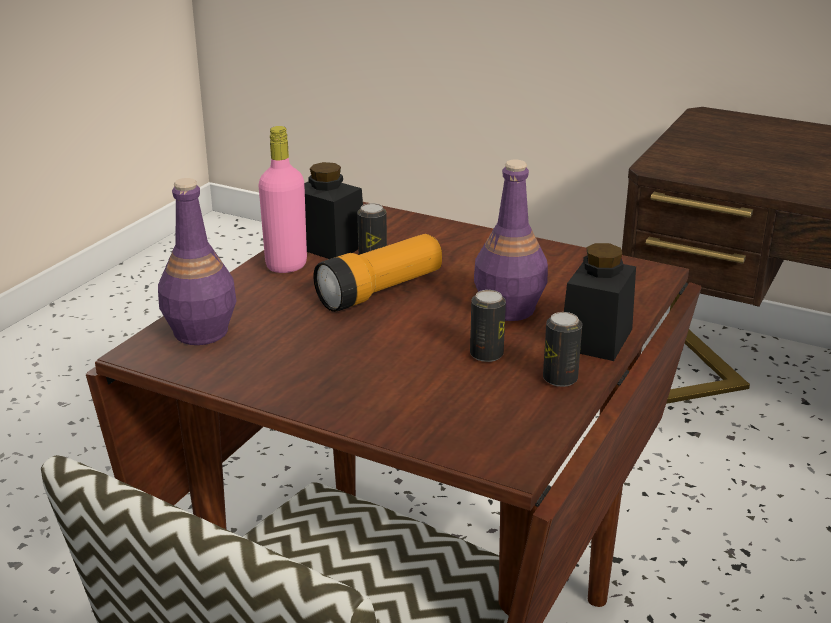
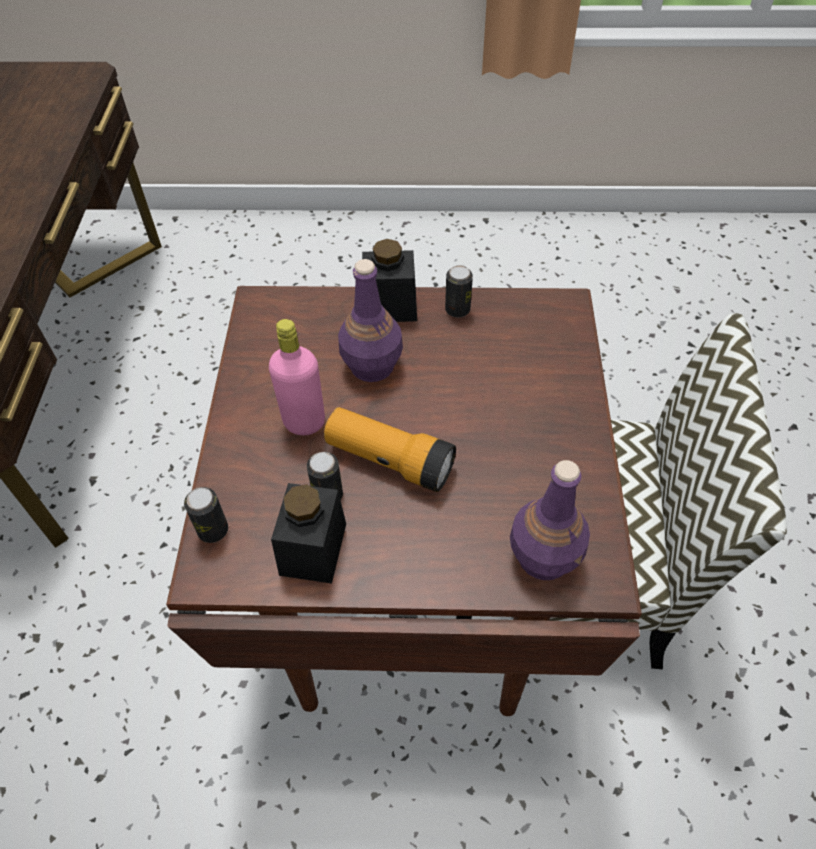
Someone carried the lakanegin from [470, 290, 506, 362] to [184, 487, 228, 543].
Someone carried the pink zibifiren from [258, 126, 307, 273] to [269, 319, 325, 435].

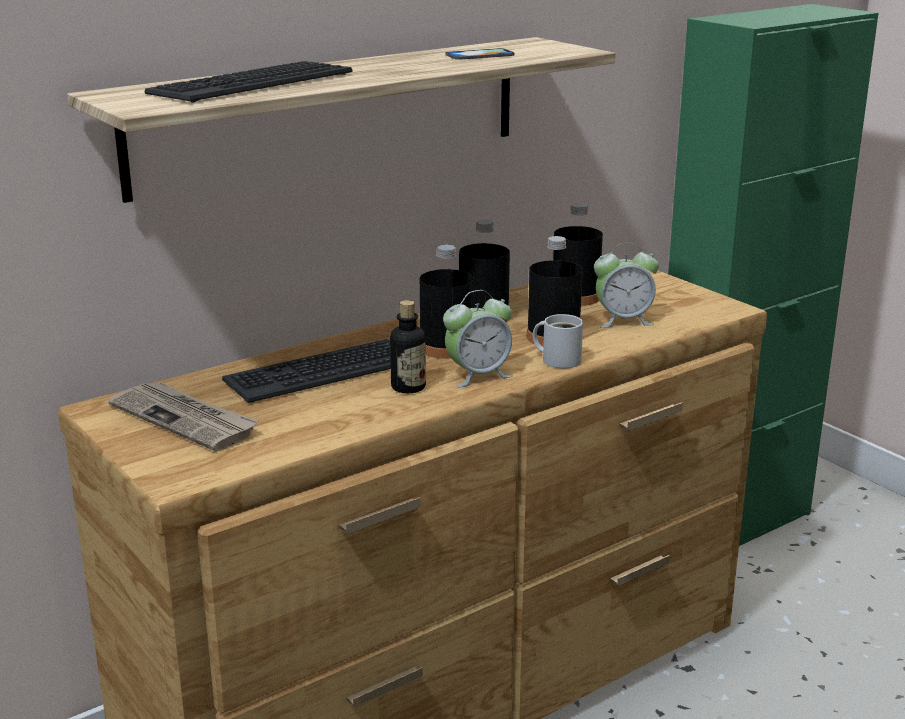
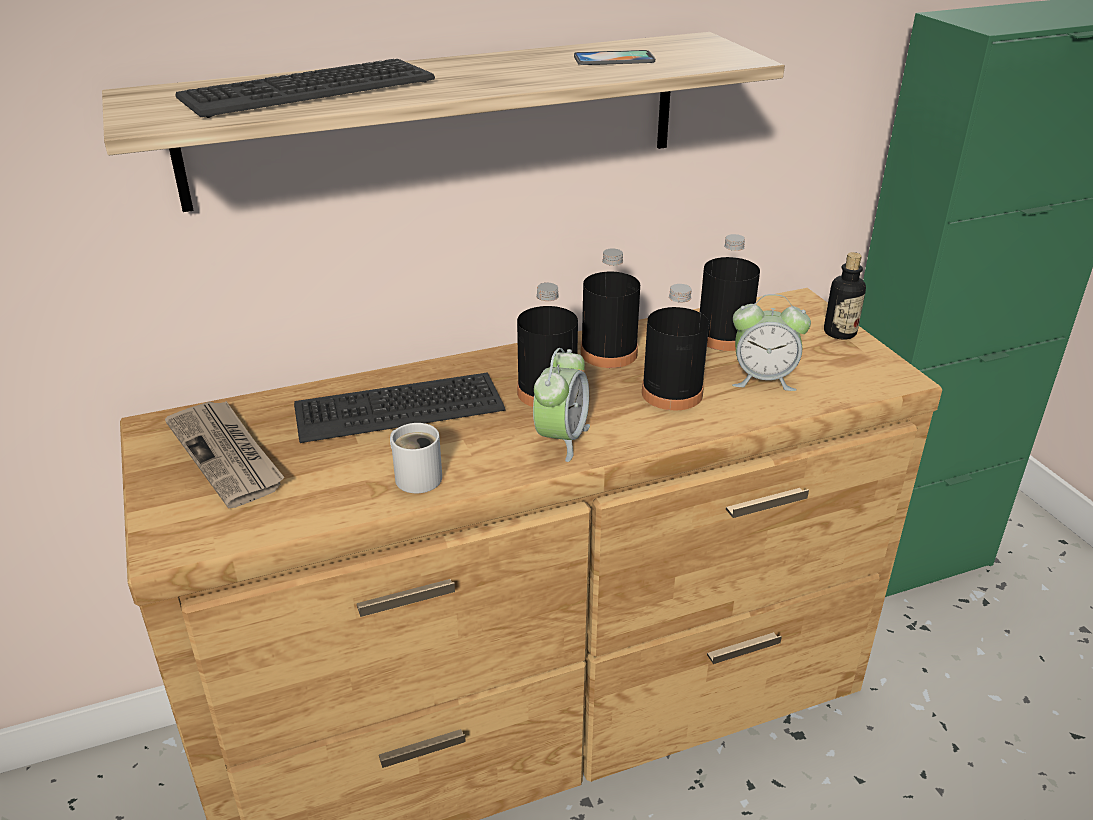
Someone carried the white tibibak from [533, 314, 583, 368] to [390, 423, 442, 493].
Someone rotated the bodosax at [443, 290, 512, 387] by 60 degrees counterclockwise.
Someone carried the zibifiren from [390, 300, 426, 393] to [824, 252, 866, 340].

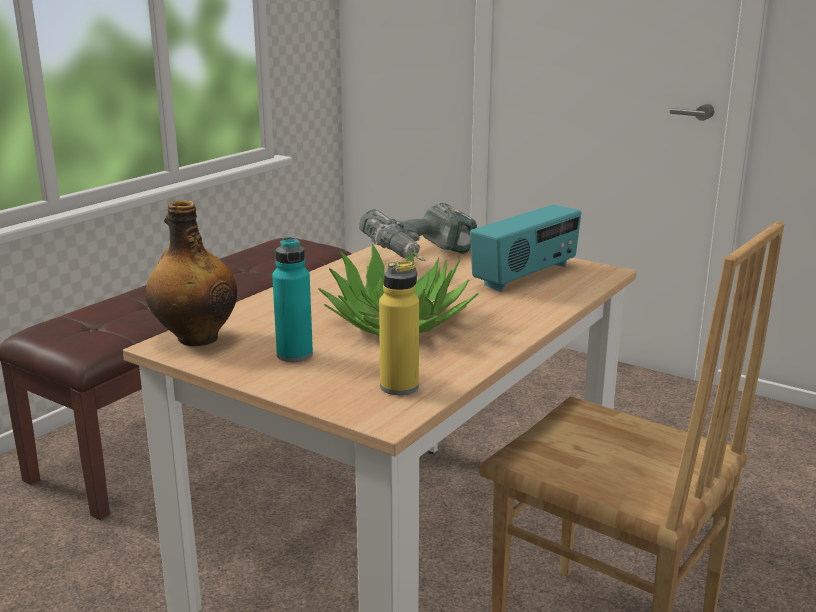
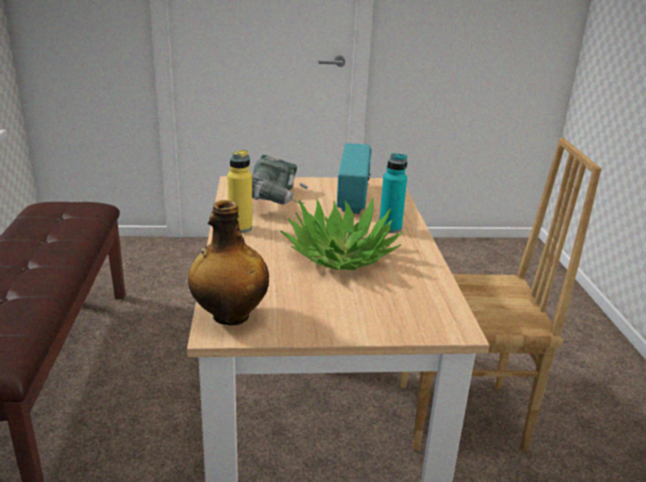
Someone carried the yellow zibifiren from [379, 261, 419, 395] to [227, 150, 252, 233].
Someone carried the turquoise zibifiren from [272, 237, 313, 362] to [379, 153, 407, 233].

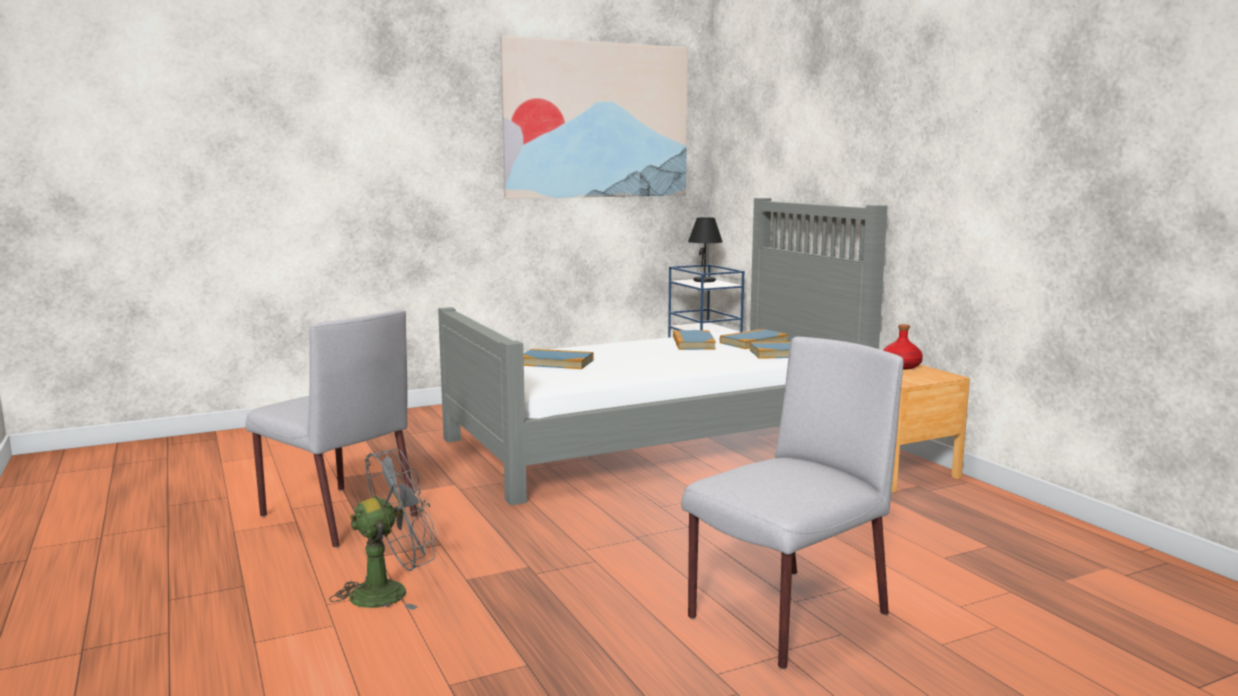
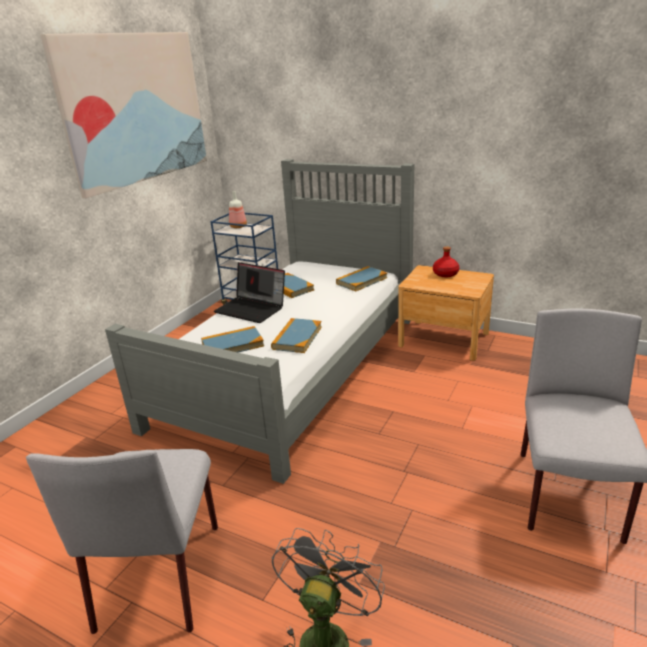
Someone rotated the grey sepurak at [246, 310, 418, 548] by 90 degrees clockwise.
Someone put down the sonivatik at [214, 262, 285, 323].
Someone swapped the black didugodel at [688, 217, 723, 282] for the zibifiren at [229, 191, 247, 228].
Someone carried the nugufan from [720, 329, 788, 349] to [271, 318, 322, 353].

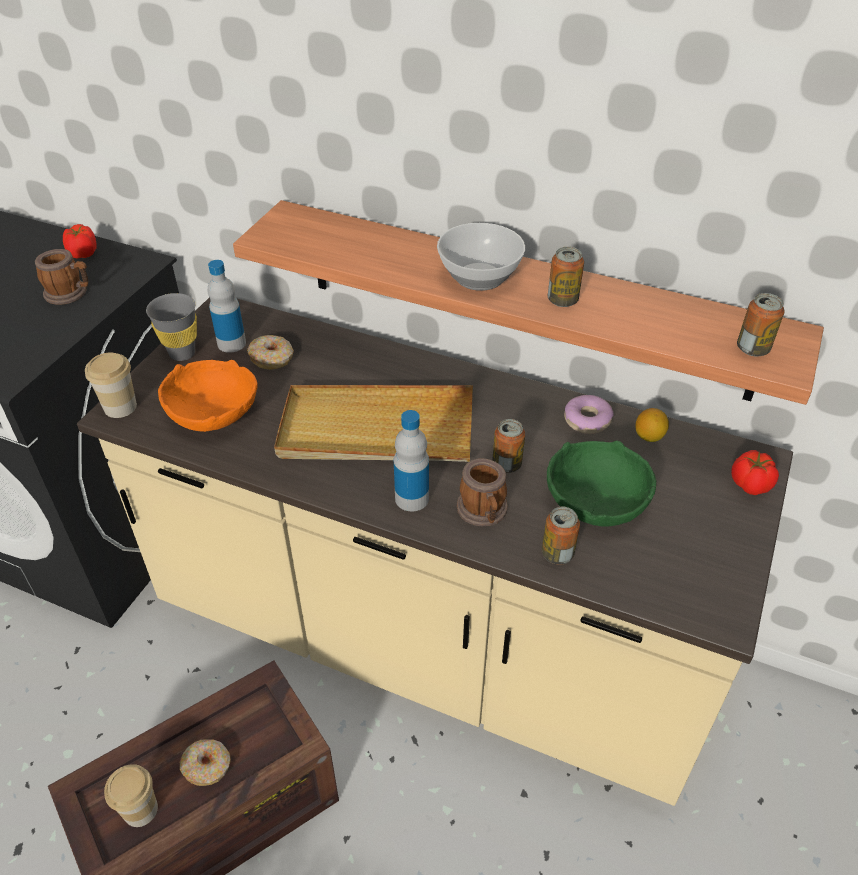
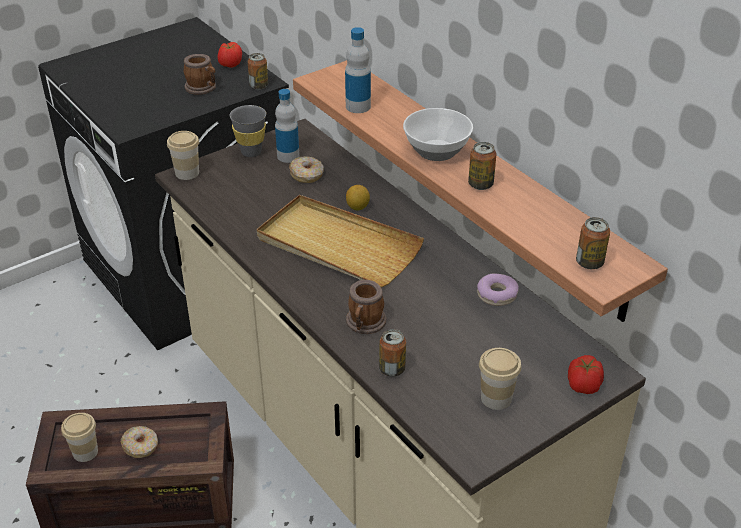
Someone carried the lakanegin from [492, 419, 525, 473] to [248, 53, 268, 90].
Someone carried the zibifiren from [394, 410, 429, 512] to [345, 27, 371, 113].
Someone carried the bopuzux from [636, 408, 669, 442] to [346, 185, 370, 210].
Someone put down the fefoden at [479, 348, 521, 410].
Someone took away the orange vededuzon at [158, 360, 258, 432].
Someone took away the green vededuzon at [547, 440, 656, 527].

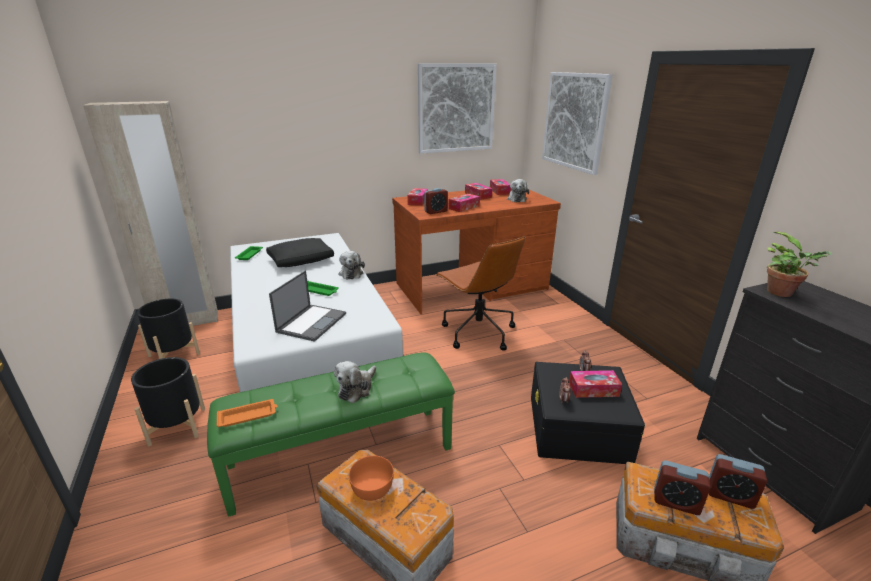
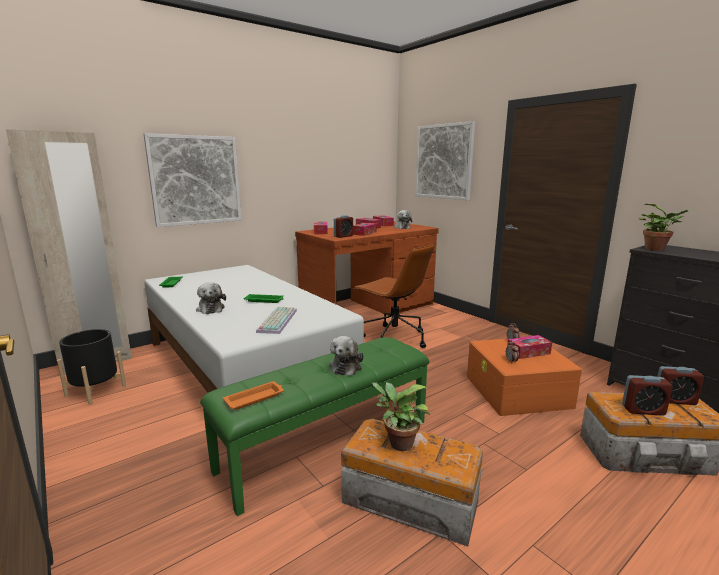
Someone carried the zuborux from [418, 63, 497, 154] to [144, 133, 242, 227].
Someone carried the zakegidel from [338, 251, 365, 279] to [196, 282, 226, 314].
Someone swapped the sonivatik at [269, 270, 346, 342] for the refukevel at [256, 307, 297, 334].
Someone swapped the orange vededuzon at [349, 456, 394, 501] for the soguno at [372, 382, 430, 451].
Someone repainted the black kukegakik at [531, 362, 645, 464], which became the orange kukegakik at [467, 339, 582, 416].
Someone took away the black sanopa at [131, 357, 205, 446].
Someone took away the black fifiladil at [266, 238, 334, 267].

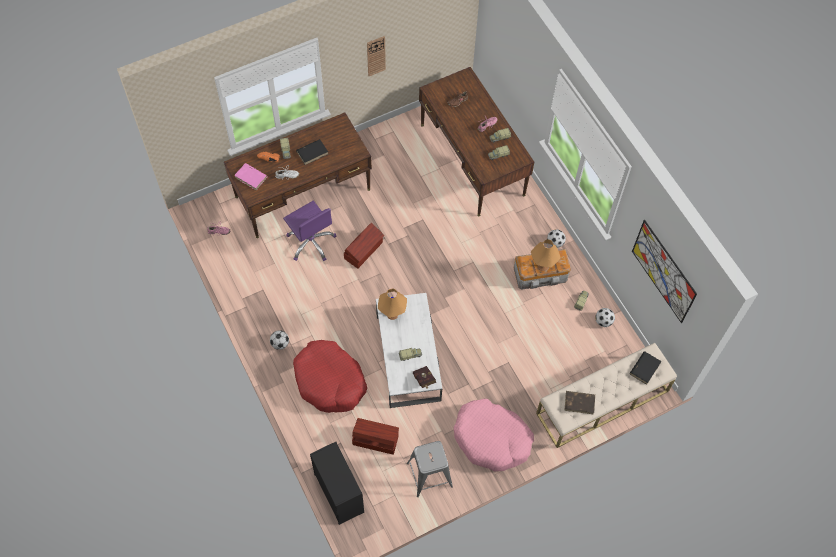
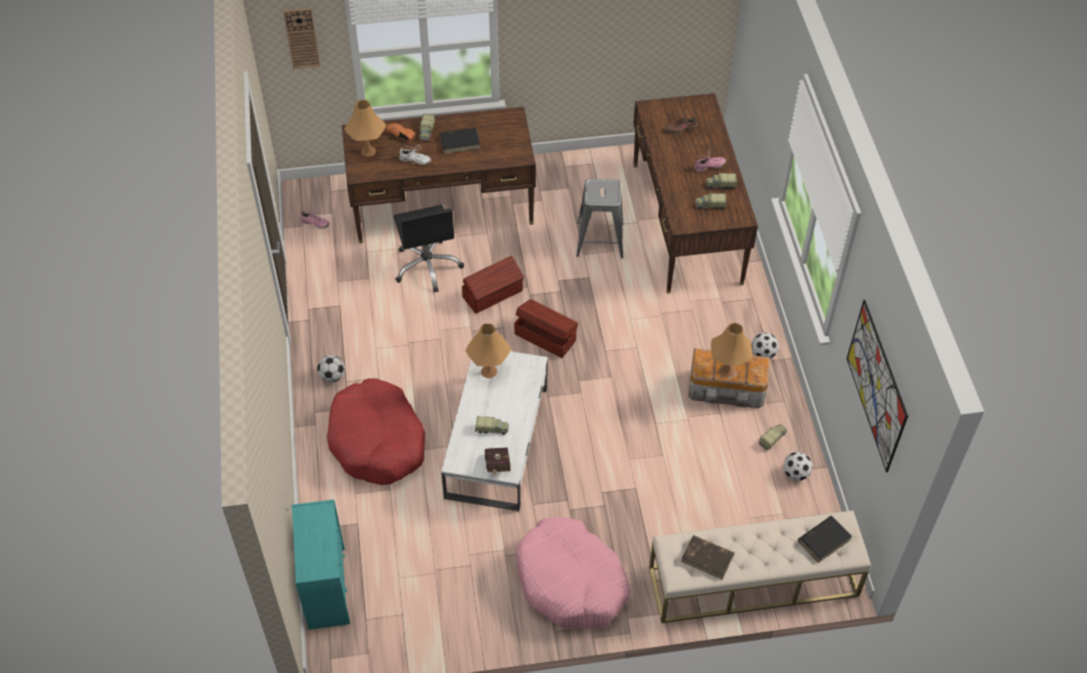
Someone carried the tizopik from [367, 36, 386, 76] to [283, 8, 320, 69].
Someone repainted the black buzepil at [310, 442, 364, 525], which became the turquoise buzepil at [291, 499, 350, 630].
Someone swapped the pink nugufan at [234, 163, 267, 190] for the orange didugodel at [344, 100, 386, 157].
Someone repainted the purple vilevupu at [283, 201, 336, 261], which became the black vilevupu at [394, 205, 464, 293].
Someone carried the brown kukegakik from [352, 418, 399, 455] to [514, 299, 578, 358].
Someone carried the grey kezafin from [407, 441, 453, 497] to [576, 179, 624, 258].

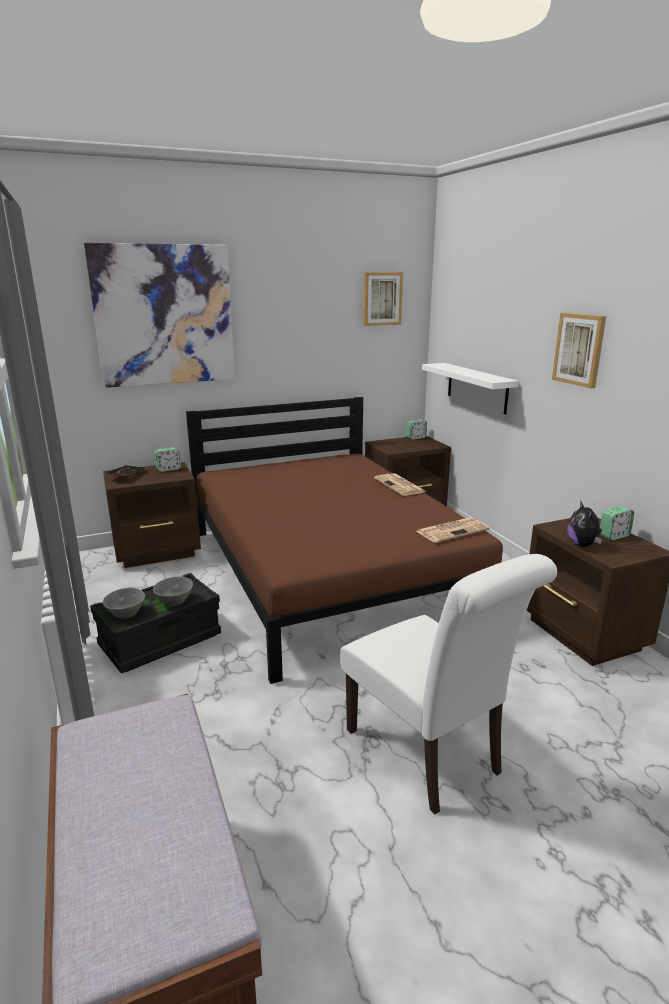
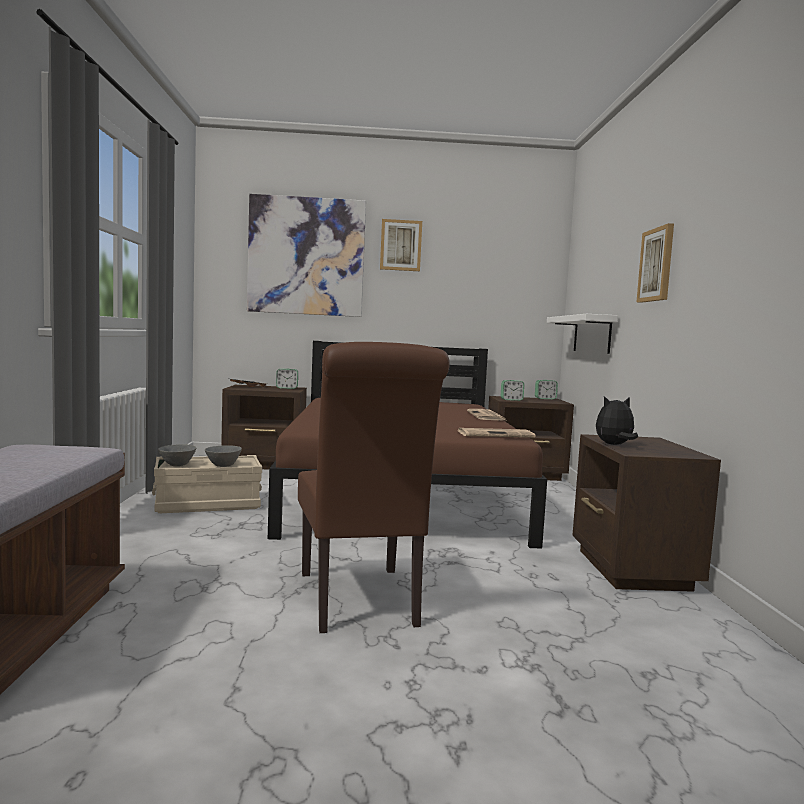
Someone repainted the black kukegakik at [90, 573, 221, 673], which became the beige kukegakik at [152, 455, 262, 513].
Someone repainted the white sepurak at [340, 554, 557, 815], which became the brown sepurak at [298, 342, 450, 633].
Someone carried the zuborux from [363, 272, 403, 326] to [380, 219, 422, 271].
Someone carried the bodosax from [600, 506, 634, 540] to [501, 380, 524, 401].
Someone rotated the zakegidel at [567, 500, 602, 547] by 60 degrees clockwise.

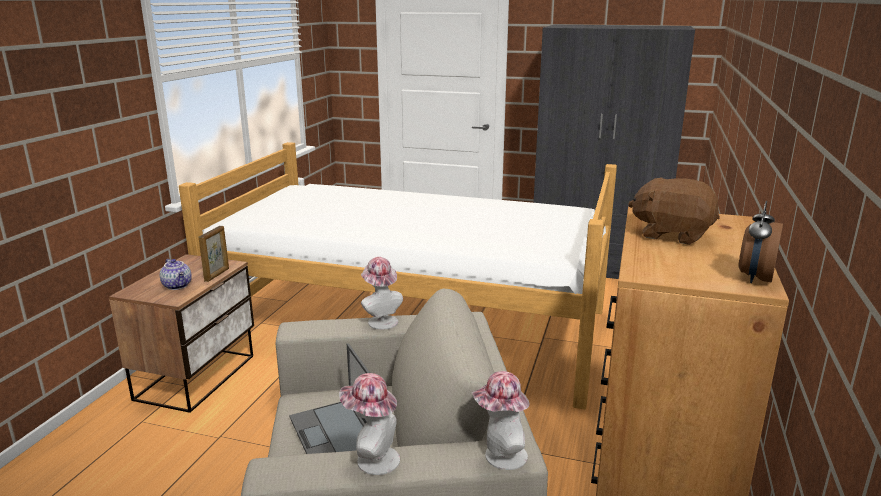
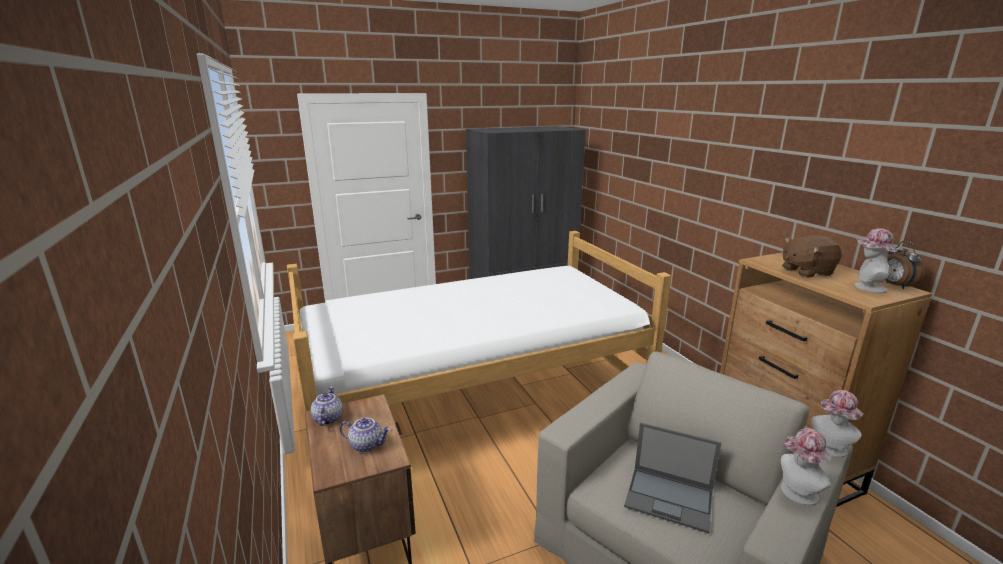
Someone put down the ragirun at [311, 386, 343, 426].
Someone carried the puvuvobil from [361, 257, 403, 330] to [855, 228, 898, 293].
Someone took away the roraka at [199, 226, 229, 282].

